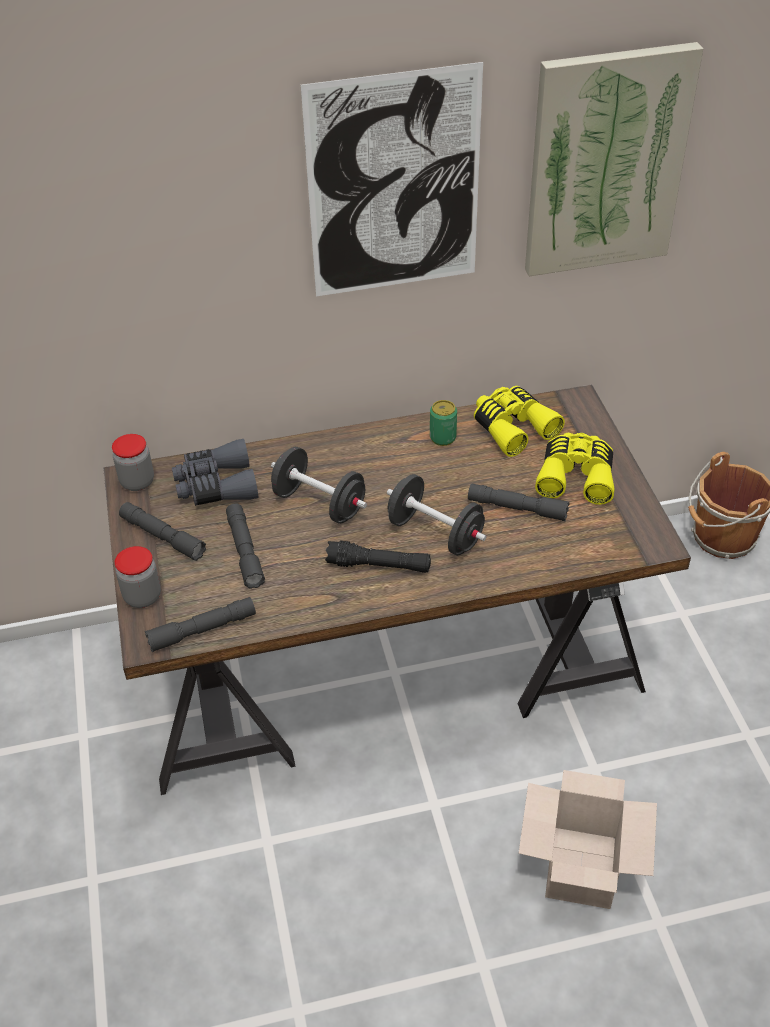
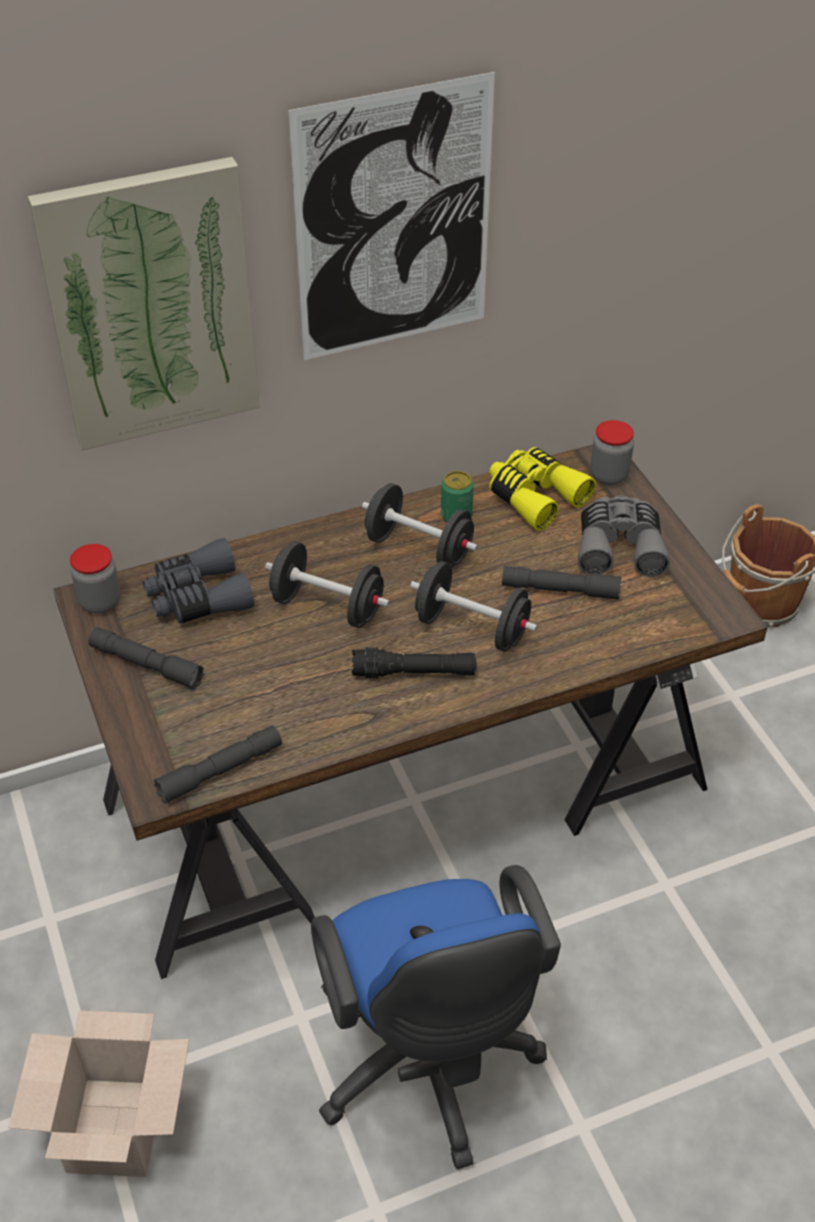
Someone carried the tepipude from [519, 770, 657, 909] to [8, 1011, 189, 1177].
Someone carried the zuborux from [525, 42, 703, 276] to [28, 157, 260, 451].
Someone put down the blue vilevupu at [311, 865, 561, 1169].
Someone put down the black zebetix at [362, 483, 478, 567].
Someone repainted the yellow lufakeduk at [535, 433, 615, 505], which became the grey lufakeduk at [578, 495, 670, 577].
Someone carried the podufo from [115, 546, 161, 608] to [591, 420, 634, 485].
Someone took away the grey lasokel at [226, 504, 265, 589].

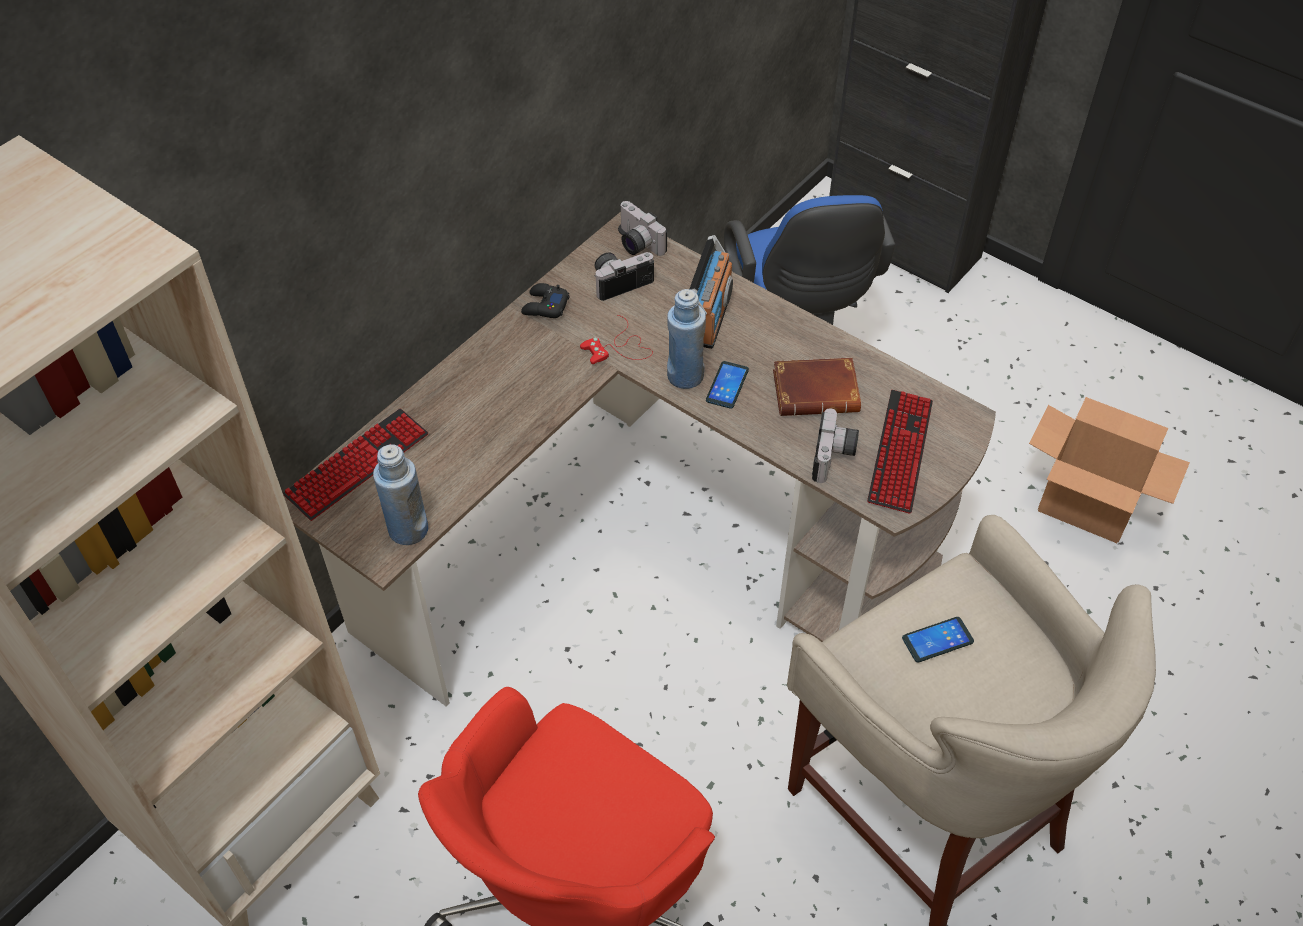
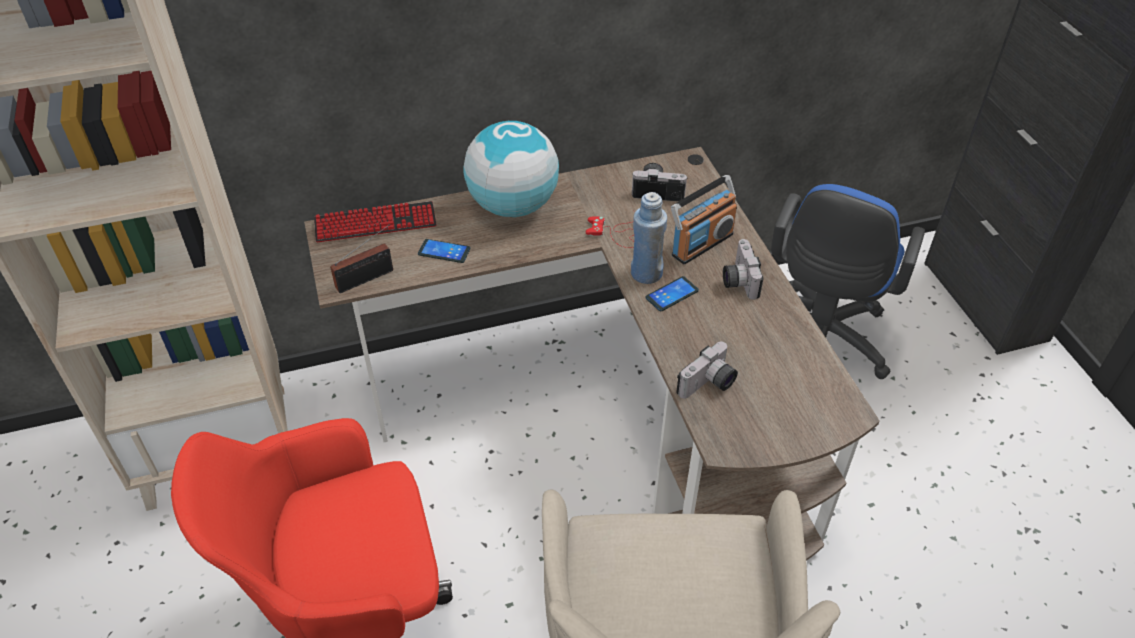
Someone swapped the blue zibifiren at [373, 444, 428, 545] for the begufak at [330, 224, 393, 293].
Someone carried the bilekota from [902, 617, 974, 662] to [418, 239, 470, 263].
Someone put down the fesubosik at [463, 121, 559, 217].
Someone carried the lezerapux from [620, 201, 667, 256] to [723, 239, 764, 300].
Someone took away the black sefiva at [521, 283, 570, 318].
Someone took away the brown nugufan at [773, 358, 861, 416].
Someone took away the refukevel at [867, 390, 933, 514].
Someone took away the tepipude at [1029, 397, 1190, 543].

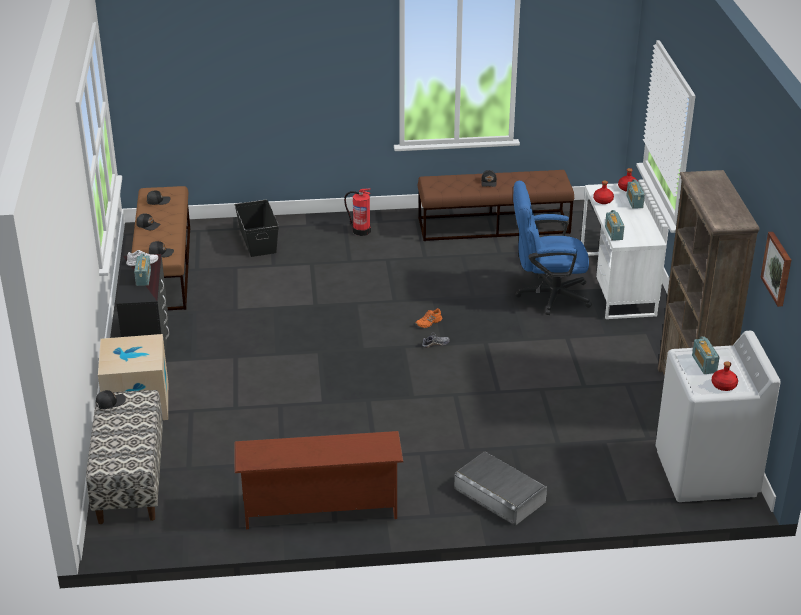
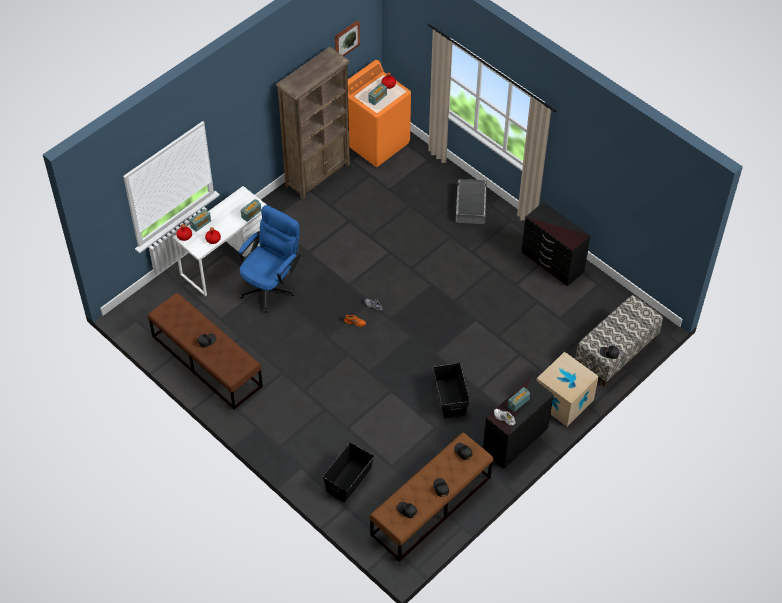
Someone rotated the blue vilevupu at [513, 181, 592, 315] by 105 degrees counterclockwise.
Someone repainted the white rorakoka at [656, 331, 781, 502], which became the orange rorakoka at [348, 60, 411, 167].
Someone put down the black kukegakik at [433, 363, 470, 418].
Someone swapped the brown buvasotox at [235, 431, 403, 529] for the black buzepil at [522, 202, 591, 287].
Someone took away the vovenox at [344, 188, 371, 236].

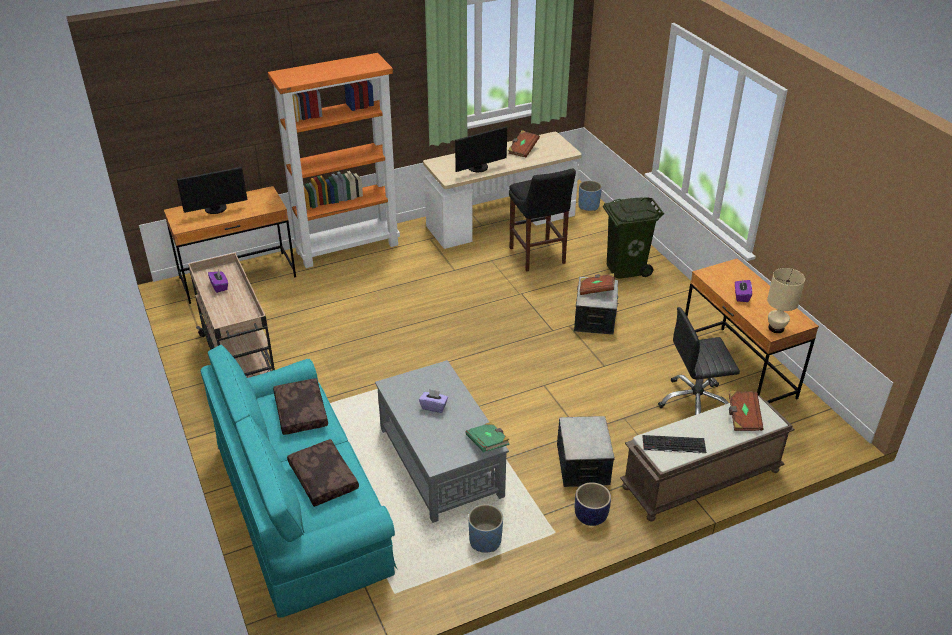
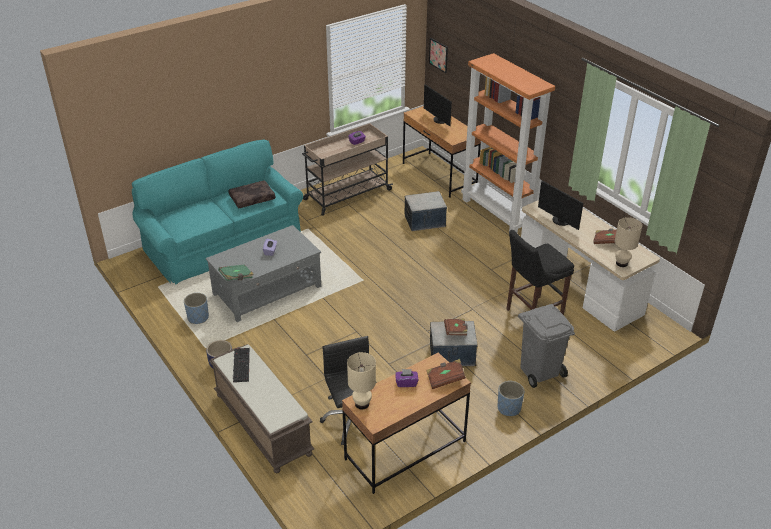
Someone carried the kukegakik from [557, 416, 614, 487] to [405, 191, 447, 231].
Someone carried the brown nugufan from [729, 391, 764, 431] to [426, 359, 466, 389].
Someone put up the zuborux at [429, 38, 448, 73].
Someone carried the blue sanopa from [578, 180, 602, 211] to [497, 381, 524, 416].
Someone repainted the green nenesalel at [603, 197, 664, 279], which became the grey nenesalel at [518, 304, 575, 388].
Someone put down the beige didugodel at [615, 217, 642, 267].
Someone took away the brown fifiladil at [287, 439, 359, 507].

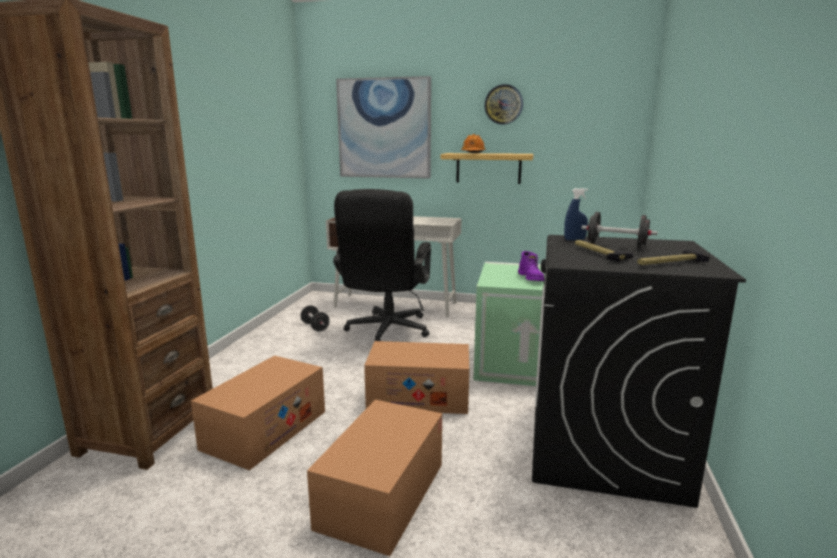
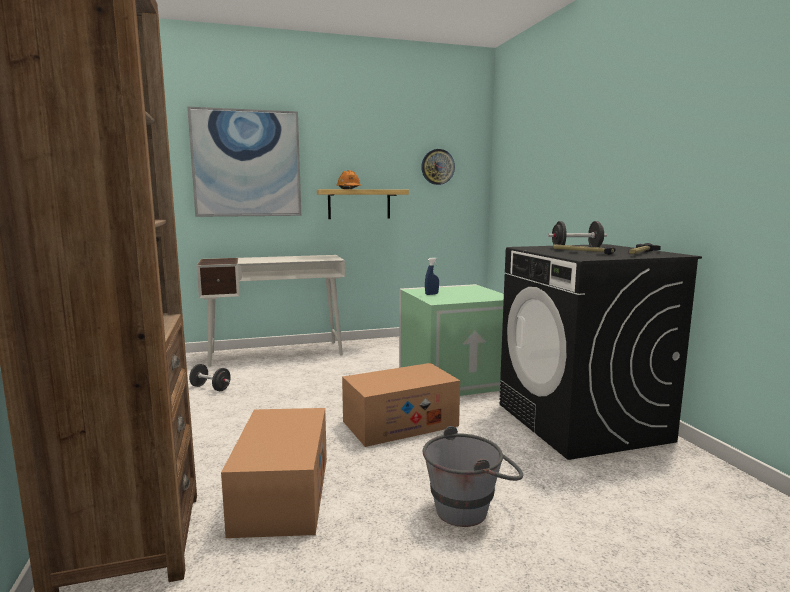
Someone carried the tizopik from [484, 84, 523, 125] to [421, 149, 455, 185].
Someone swapped the tepipude at [307, 400, 442, 556] for the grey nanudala at [423, 426, 523, 527].
Someone carried the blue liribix from [564, 188, 588, 240] to [425, 257, 439, 295].
Someone took away the black vilevupu at [333, 189, 431, 341].
Someone took away the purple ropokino at [518, 251, 544, 281].

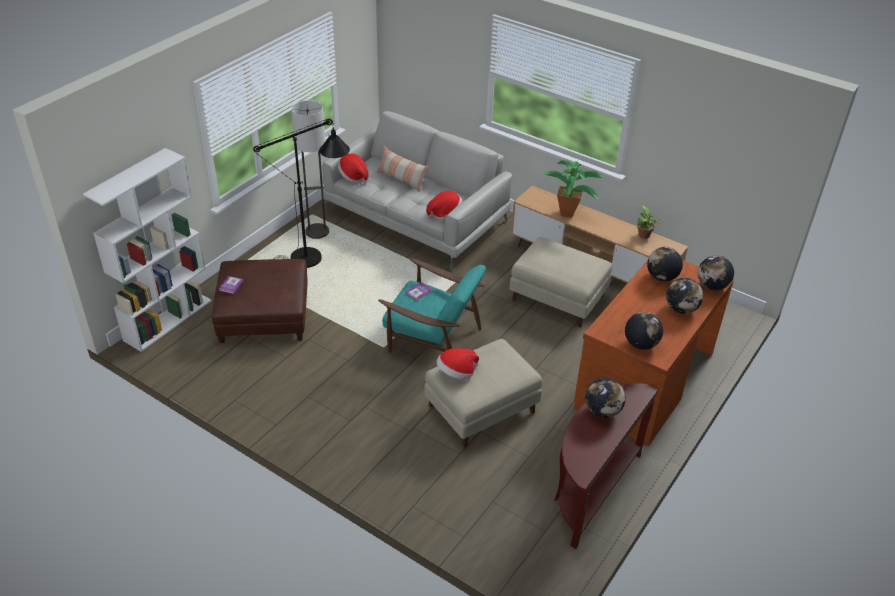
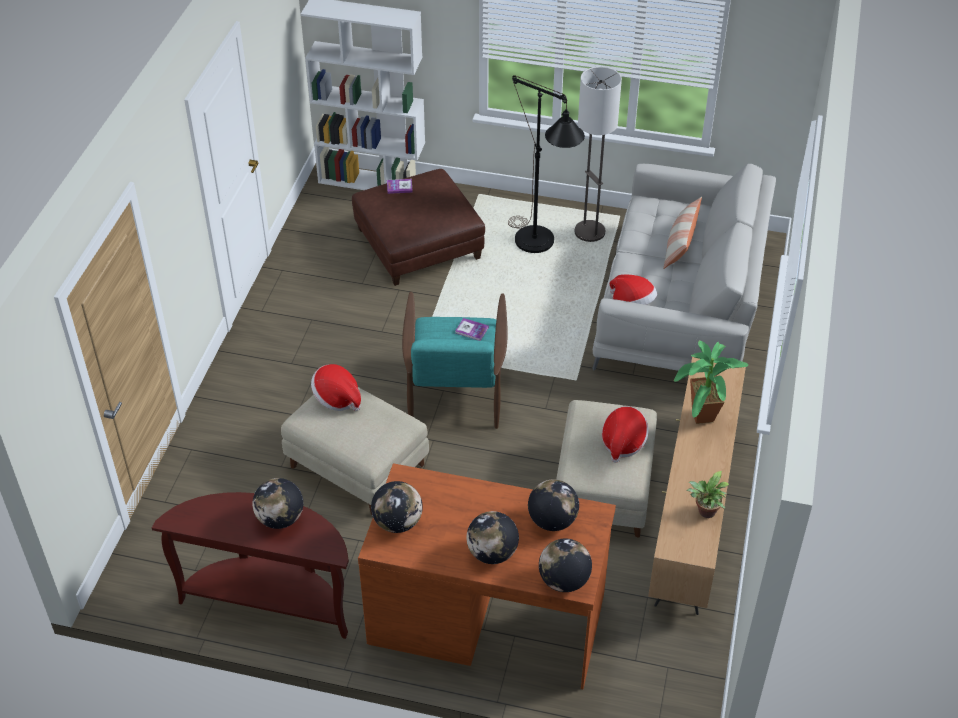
Someone carried the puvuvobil from [338, 154, 369, 183] to [602, 406, 649, 463].

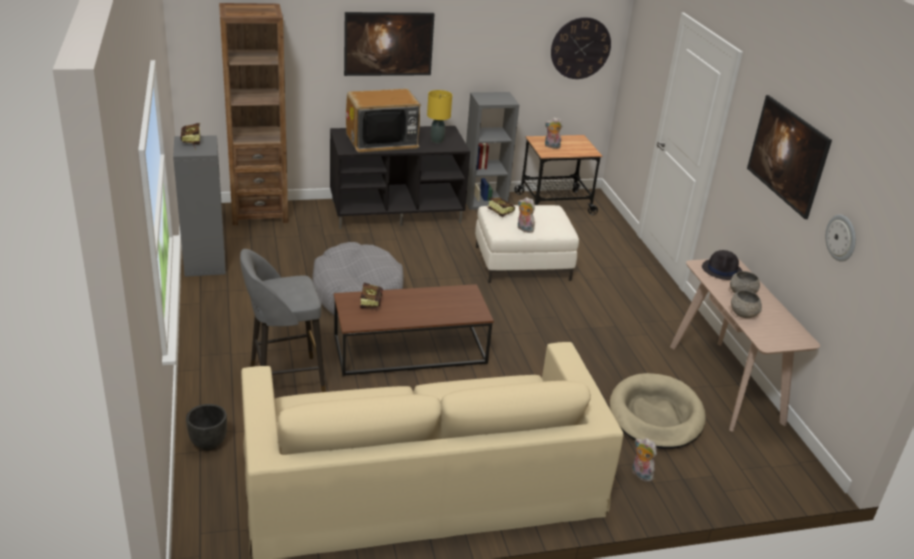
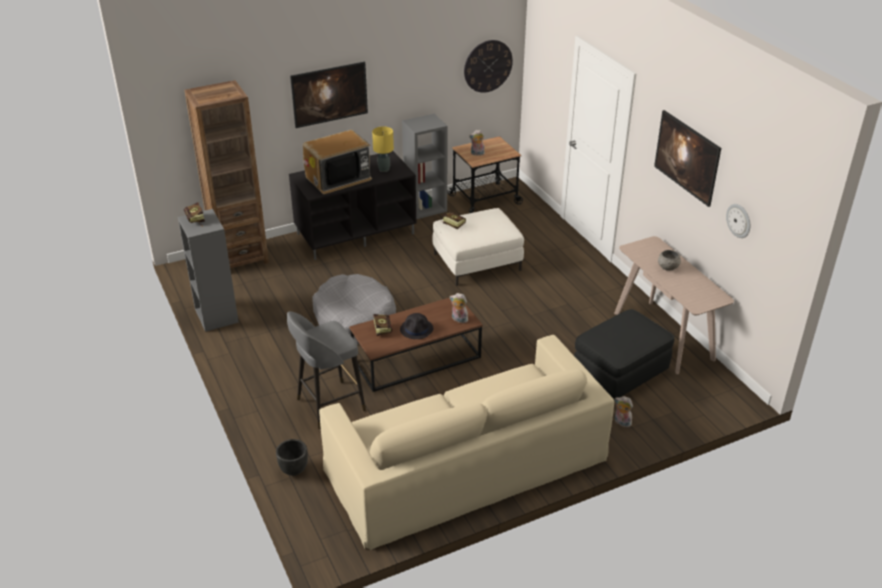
Someone carried the black puvuvobil from [702, 250, 742, 280] to [400, 313, 433, 339].
Someone carried the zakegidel from [518, 197, 535, 233] to [450, 293, 468, 323].
Someone swapped the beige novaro at [609, 373, 706, 449] for the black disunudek at [574, 309, 674, 400].
Someone took away the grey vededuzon at [731, 290, 762, 318].

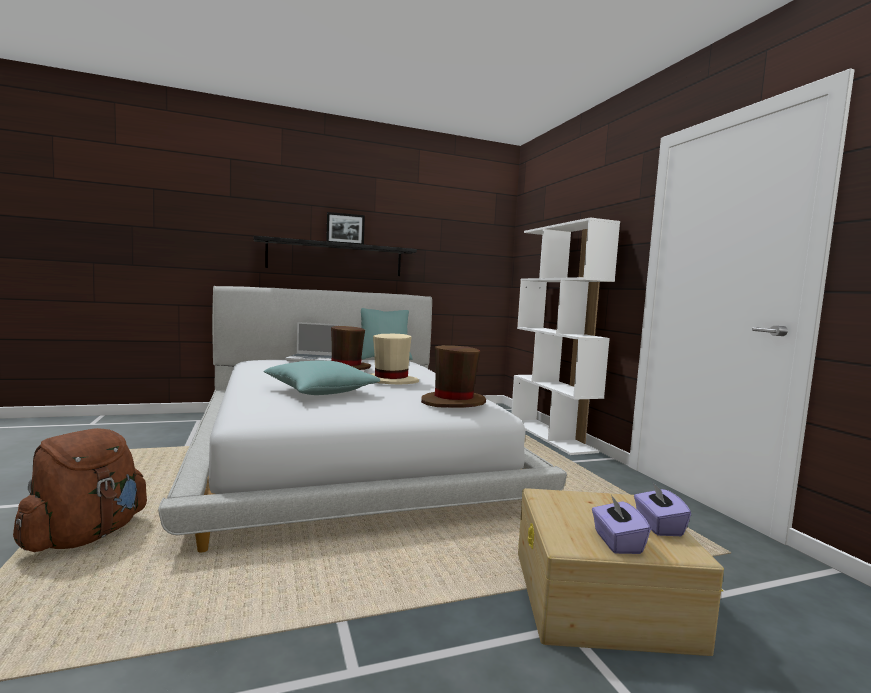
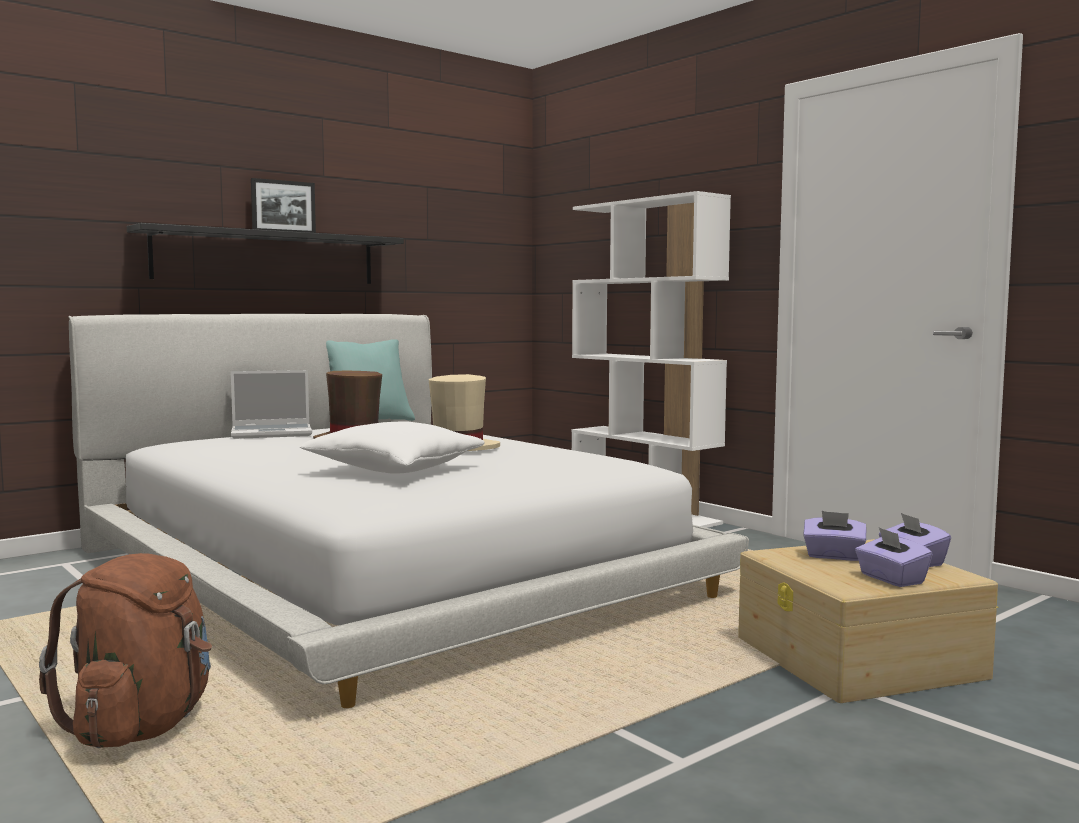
Someone repainted the turquoise fifiladil at [263, 360, 380, 395], which became the white fifiladil at [299, 421, 485, 474].
Someone put down the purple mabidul at [803, 511, 866, 561].
Someone took away the brown puvuvobil at [421, 345, 486, 408].

